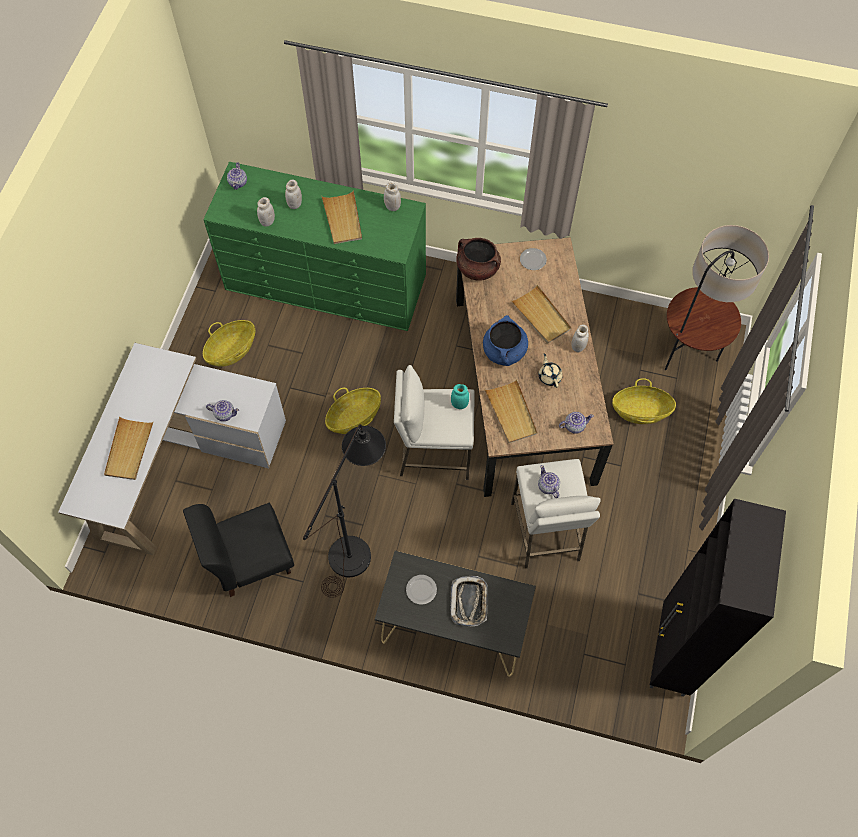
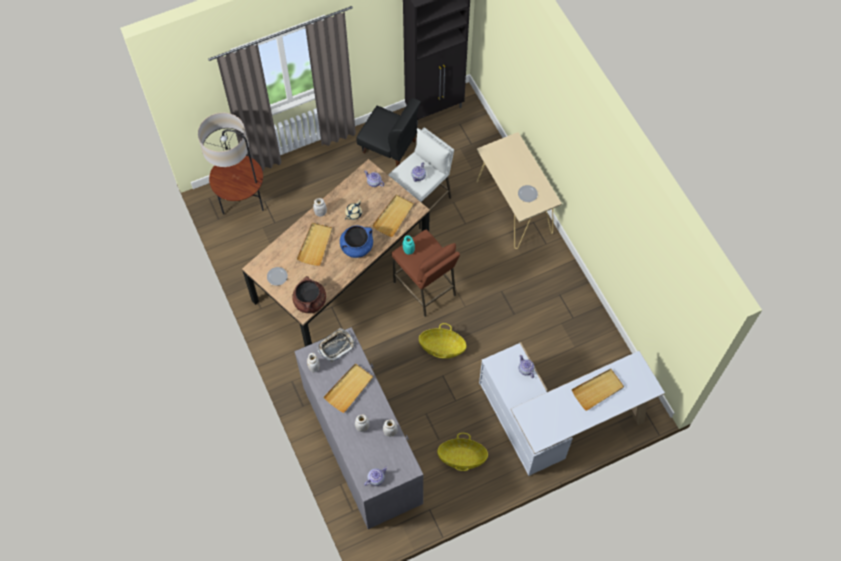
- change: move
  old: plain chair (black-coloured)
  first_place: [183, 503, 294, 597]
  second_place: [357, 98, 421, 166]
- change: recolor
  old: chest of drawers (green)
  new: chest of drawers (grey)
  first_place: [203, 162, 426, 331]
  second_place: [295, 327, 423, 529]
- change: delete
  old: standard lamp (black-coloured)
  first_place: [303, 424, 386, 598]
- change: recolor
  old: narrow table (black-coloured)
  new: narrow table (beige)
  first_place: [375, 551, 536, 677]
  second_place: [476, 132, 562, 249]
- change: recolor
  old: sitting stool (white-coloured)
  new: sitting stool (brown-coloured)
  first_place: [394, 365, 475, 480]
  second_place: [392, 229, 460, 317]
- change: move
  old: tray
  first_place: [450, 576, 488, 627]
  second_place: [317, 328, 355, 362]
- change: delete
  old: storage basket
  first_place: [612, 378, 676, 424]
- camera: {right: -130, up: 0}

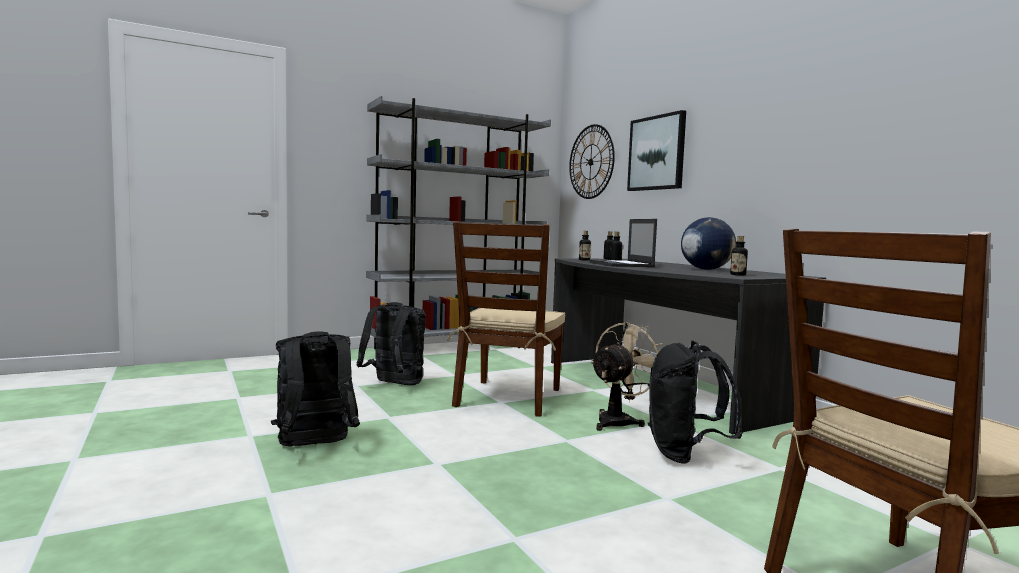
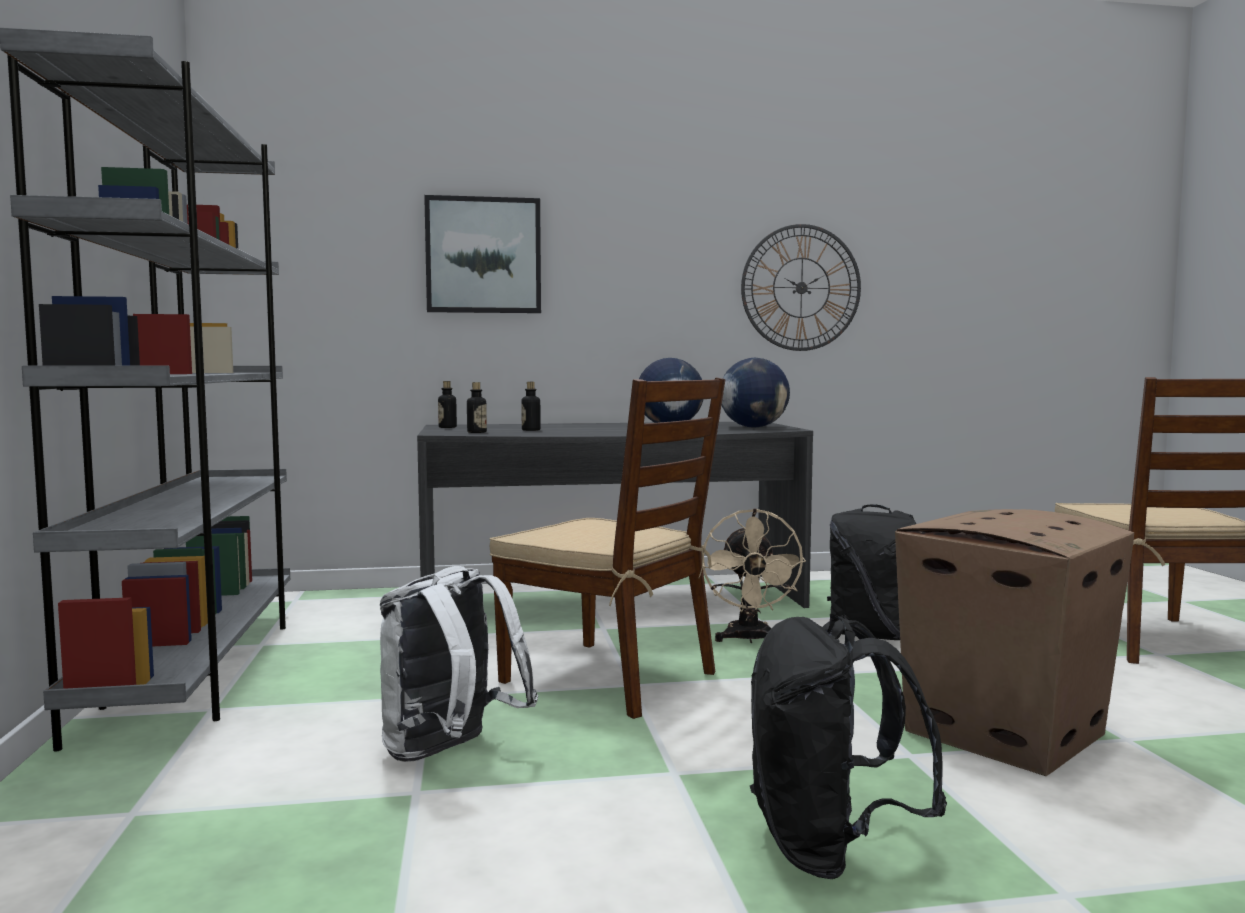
- change: recolor
  old: backpack (black-coloured)
  new: backpack (white-coloured)
  first_place: [357, 302, 426, 385]
  second_place: [380, 566, 539, 762]
- change: move
  old: hanging clock
  first_place: [569, 124, 615, 199]
  second_place: [741, 224, 861, 351]
- change: delete
  old: portable computer
  first_place: [589, 219, 657, 267]
- change: rotate
  old: electric fan (beige)
  first_place: [590, 322, 663, 431]
  second_place: [703, 509, 806, 643]
  degrees: -150
- change: replace
  old: bottle
  new: desk globe
  first_place: [730, 236, 748, 275]
  second_place: [722, 358, 790, 428]
- change: insert
  new: carton
  second_place: [895, 509, 1134, 776]
- camera: {right: -70, up: 0}

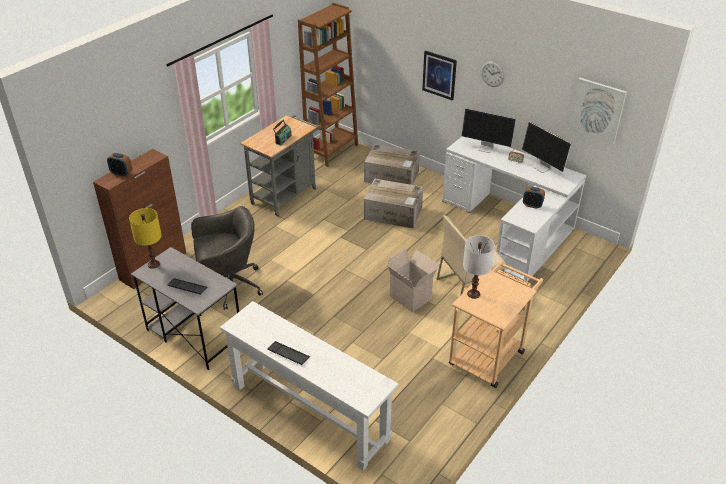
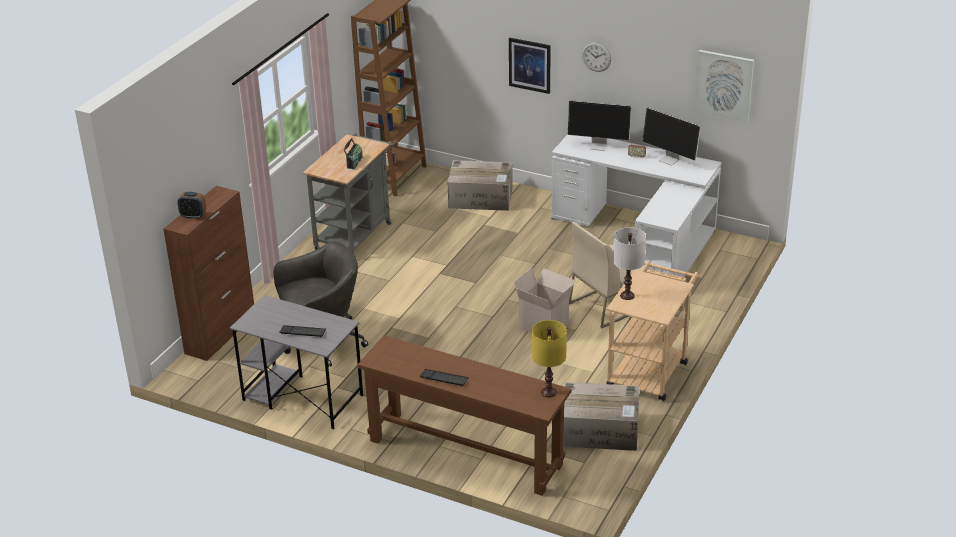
- change: move
  old: lamp for a table (yellow)
  first_place: [129, 208, 162, 269]
  second_place: [532, 320, 567, 398]
- change: recolor
  old: narrow table (white-coloured)
  new: narrow table (brown-coloured)
  first_place: [220, 301, 399, 471]
  second_place: [358, 335, 571, 496]
- change: move
  old: carton
  first_place: [364, 179, 423, 228]
  second_place: [563, 382, 639, 451]
- change: delete
  old: alarm clock
  first_place: [523, 187, 545, 209]
- camera: {right: -10, up: -5}

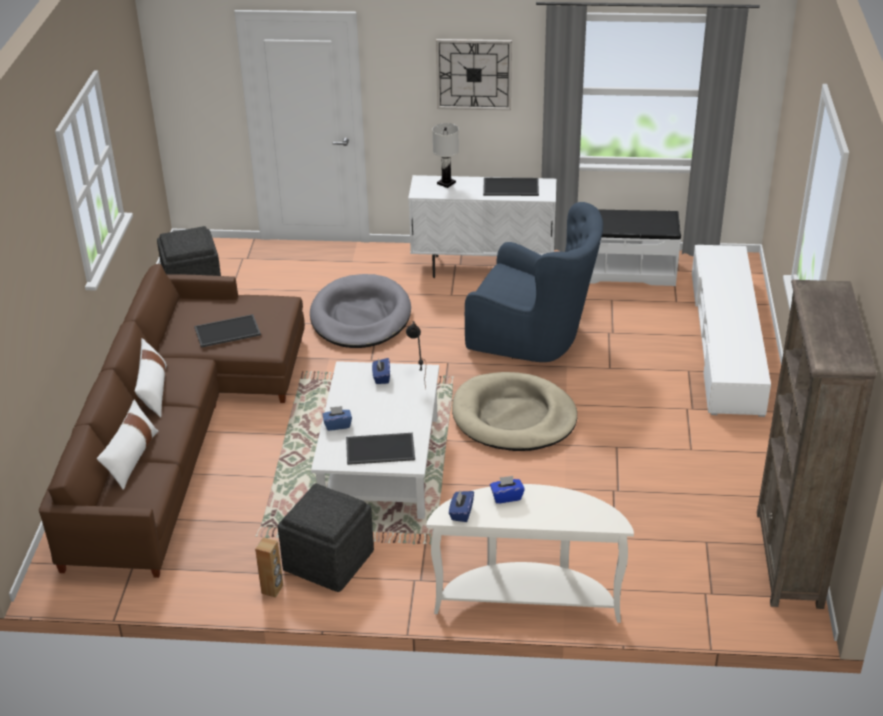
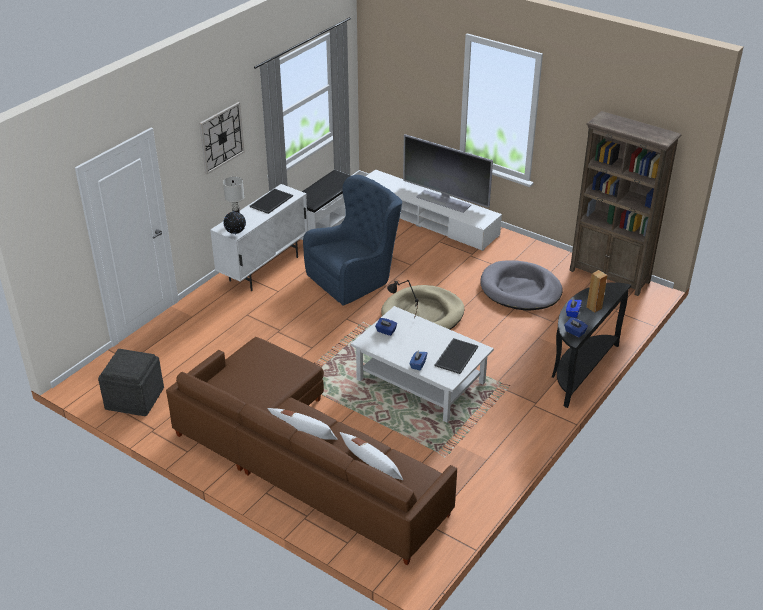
- change: delete
  old: tray
  first_place: [194, 314, 261, 348]
- change: move
  old: audio speaker (brown-coloured)
  first_place: [255, 538, 283, 598]
  second_place: [586, 270, 607, 312]
- change: delete
  old: ottoman (grey)
  first_place: [278, 483, 374, 592]
- change: move
  old: pet bed (grey)
  first_place: [310, 274, 411, 348]
  second_place: [480, 261, 563, 311]
- change: recolor
  old: narrow table (white-coloured)
  new: narrow table (black-coloured)
  first_place: [426, 484, 634, 623]
  second_place: [552, 282, 631, 408]
- change: insert
  new: desk globe
  second_place: [223, 212, 246, 235]
- change: insert
  new: TV
  second_place: [403, 134, 493, 213]
- camera: {right: -60, up: 0}

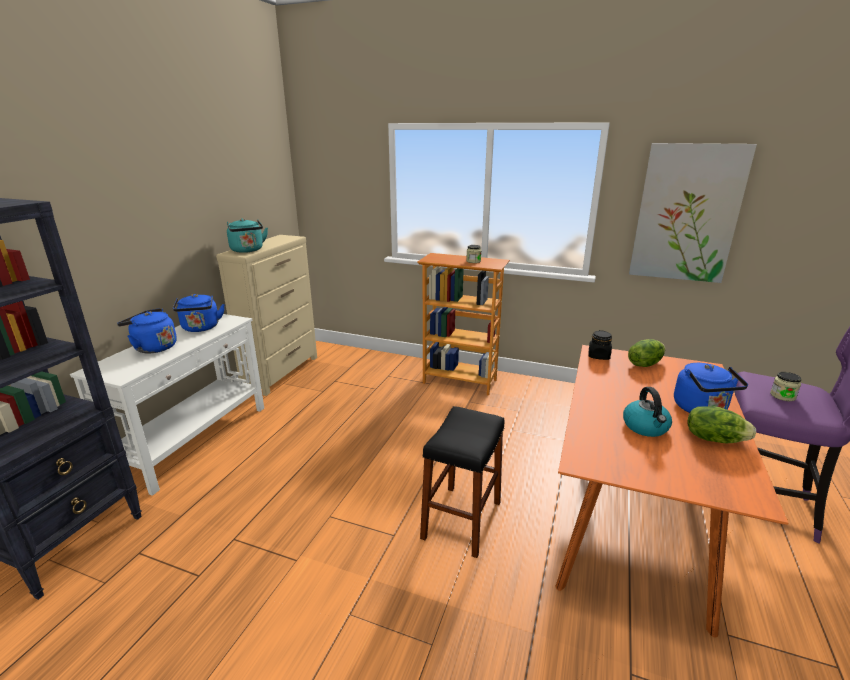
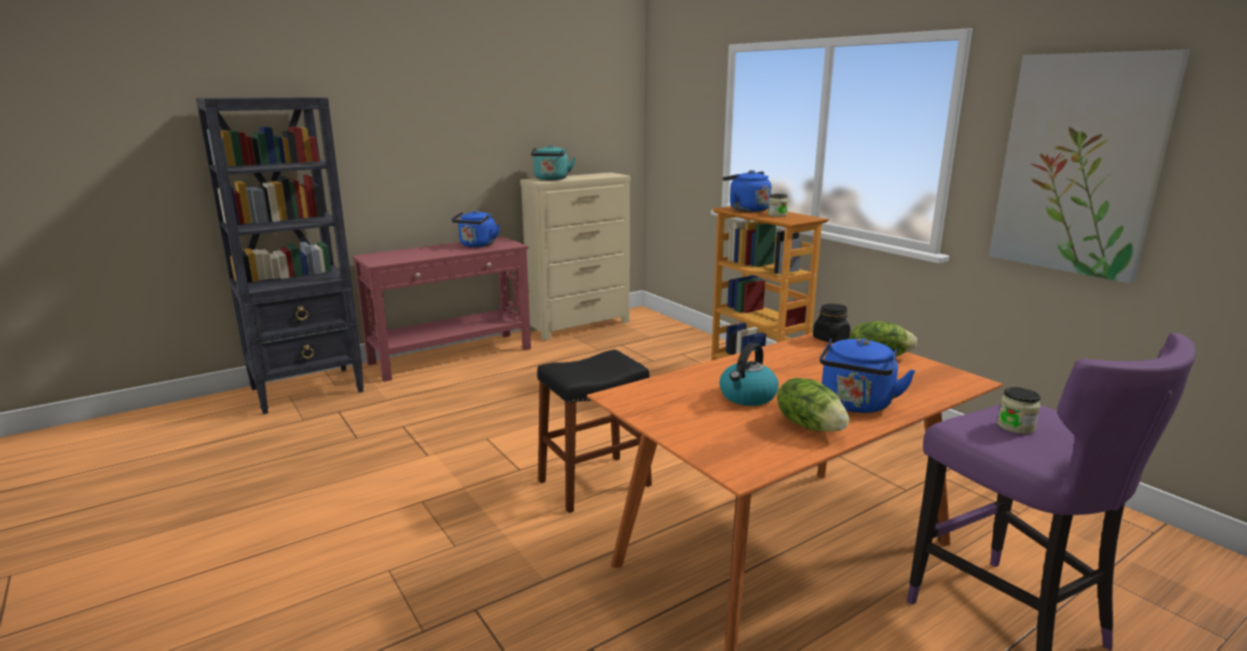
- change: recolor
  old: narrow table (white-coloured)
  new: narrow table (red-coloured)
  first_place: [70, 314, 264, 496]
  second_place: [352, 237, 531, 382]
- change: move
  old: water kettle (bluish)
  first_place: [117, 308, 177, 354]
  second_place: [723, 170, 772, 212]
- camera: {right: 35, up: -5}

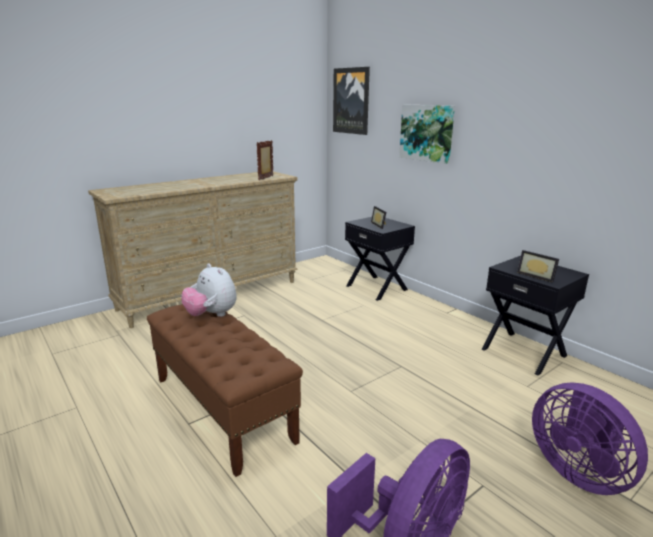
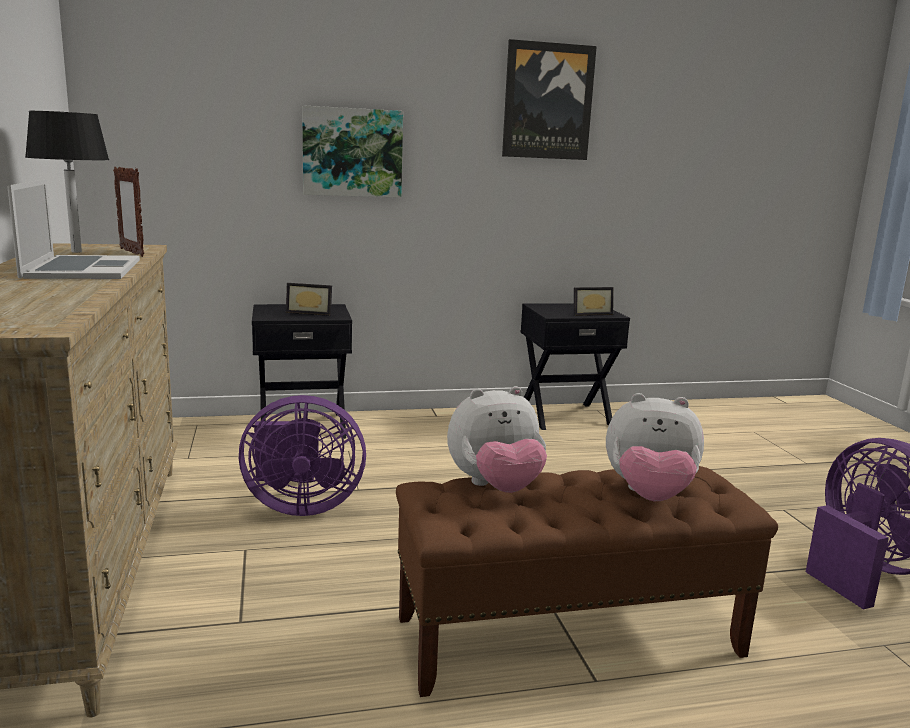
- change: move
  old: wall picture
  first_place: [333, 67, 370, 135]
  second_place: [502, 39, 597, 160]
- change: move
  old: electric fan (purple)
  first_place: [532, 382, 648, 495]
  second_place: [239, 395, 366, 516]
- change: insert
  new: portable computer
  second_place: [7, 179, 140, 279]
- change: insert
  new: lamp for a table (black-coloured)
  second_place: [25, 111, 109, 253]
- change: insert
  new: plush toy
  second_place: [606, 393, 704, 501]
- camera: {right: -65, up: -5}

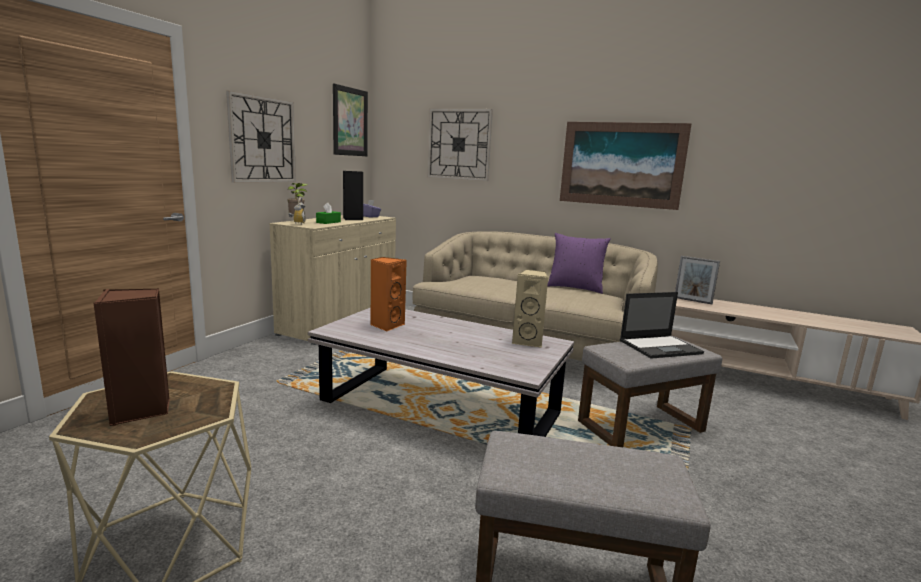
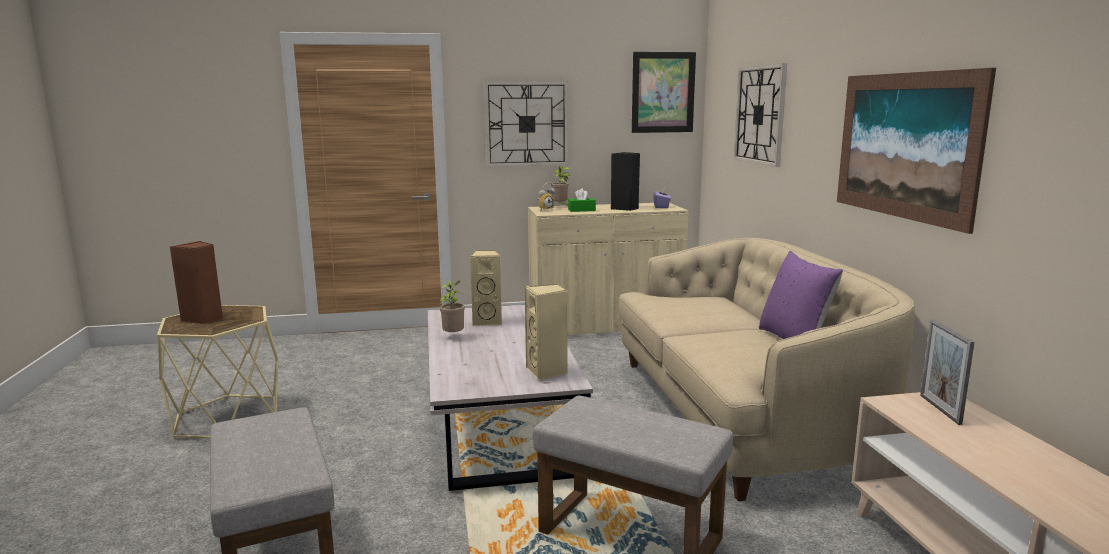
- change: recolor
  old: audio speaker (orange-coloured)
  new: audio speaker (beige)
  first_place: [370, 257, 407, 332]
  second_place: [470, 250, 502, 326]
- change: delete
  old: portable computer
  first_place: [620, 292, 704, 359]
- change: insert
  new: potted plant
  second_place: [439, 280, 465, 332]
- camera: {right: 55, up: 0}

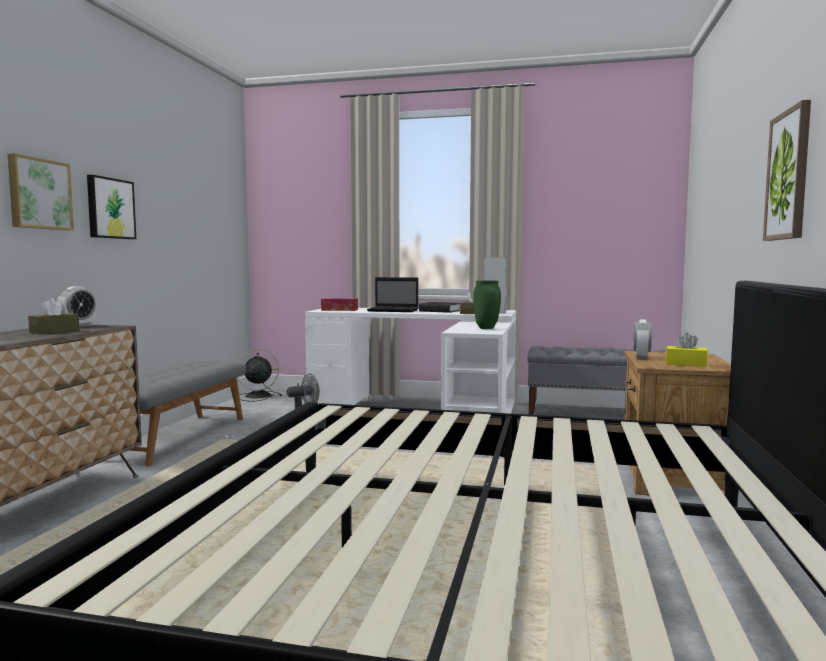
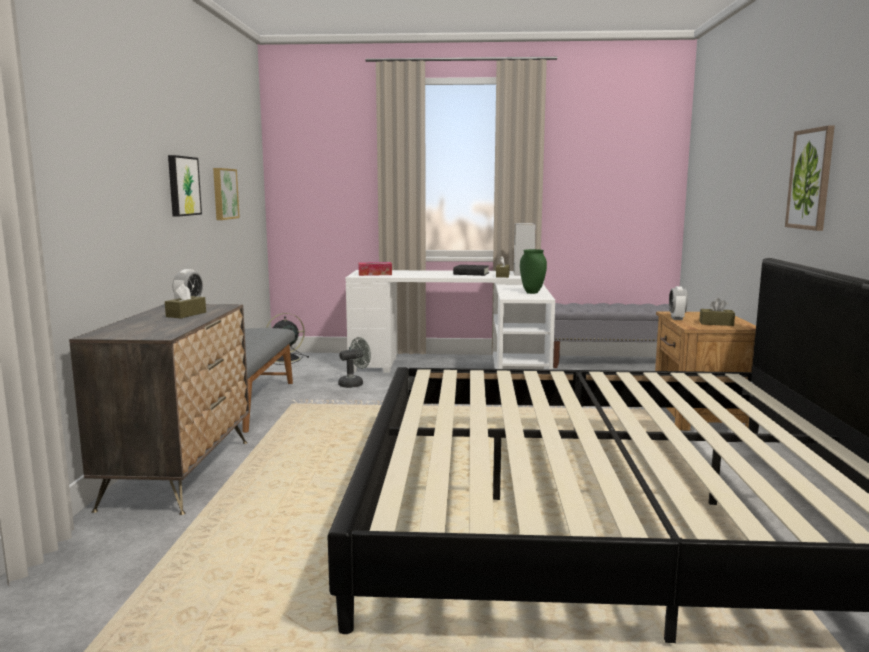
- change: move
  old: wall picture
  first_place: [7, 153, 74, 230]
  second_place: [213, 168, 240, 220]
- change: delete
  old: portable computer
  first_place: [367, 277, 418, 312]
- change: recolor
  old: tissue box (yellow)
  new: tissue box (brown-coloured)
  first_place: [666, 333, 708, 367]
  second_place: [700, 298, 735, 326]
- camera: {right: -10, up: 5}

